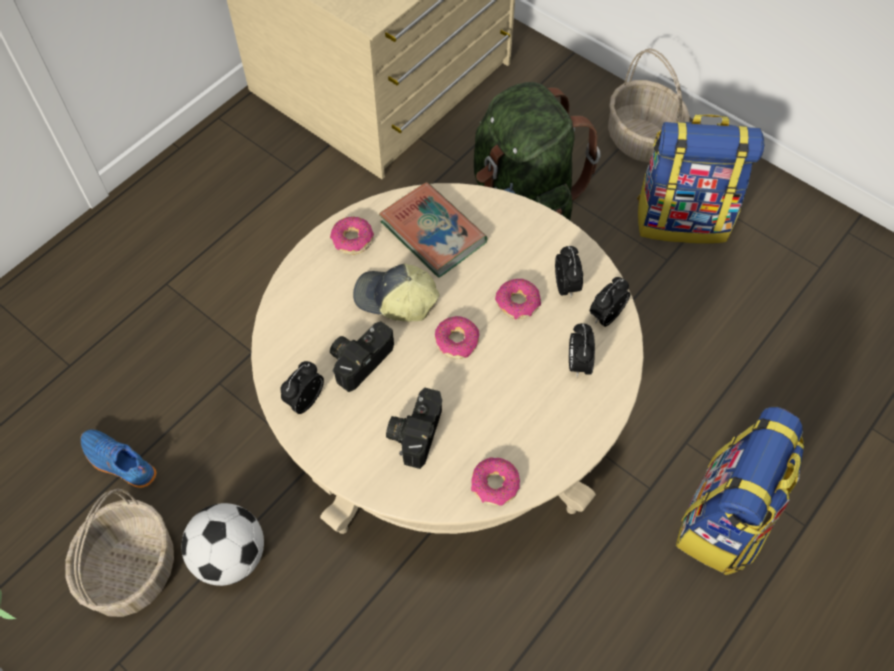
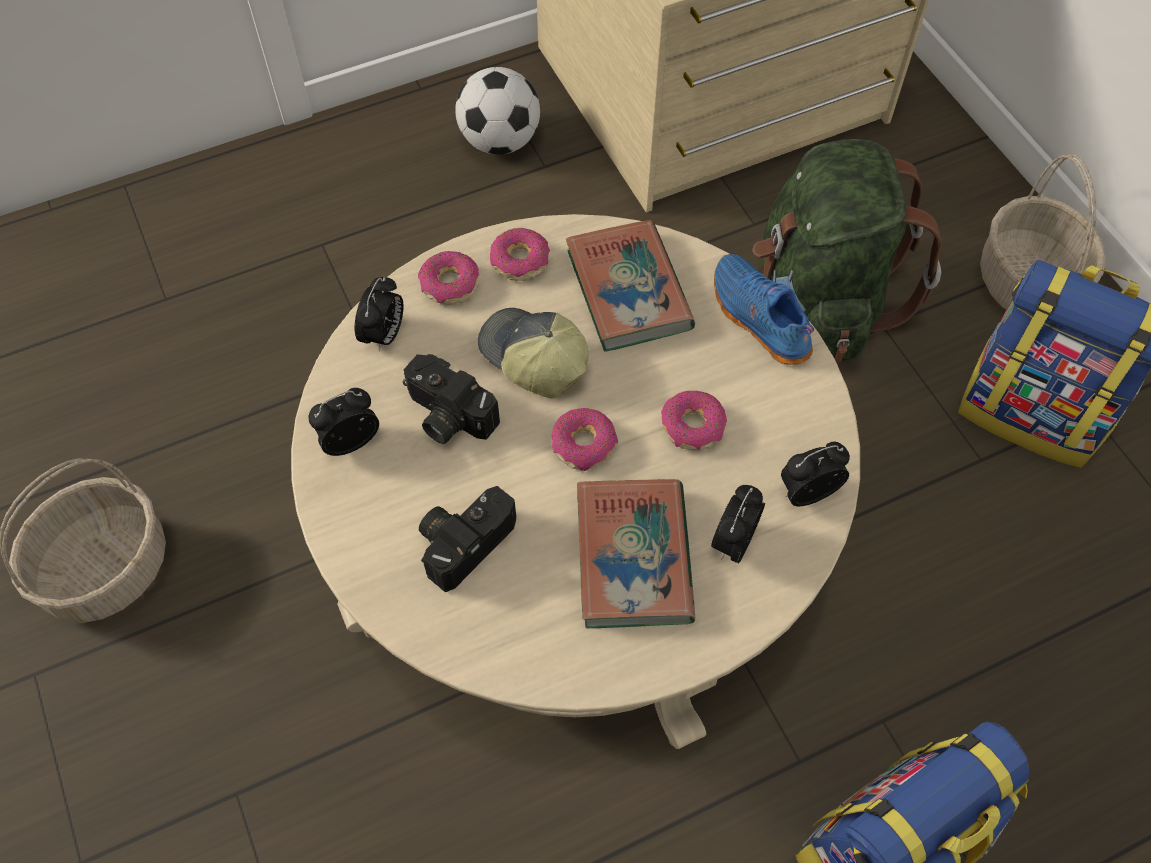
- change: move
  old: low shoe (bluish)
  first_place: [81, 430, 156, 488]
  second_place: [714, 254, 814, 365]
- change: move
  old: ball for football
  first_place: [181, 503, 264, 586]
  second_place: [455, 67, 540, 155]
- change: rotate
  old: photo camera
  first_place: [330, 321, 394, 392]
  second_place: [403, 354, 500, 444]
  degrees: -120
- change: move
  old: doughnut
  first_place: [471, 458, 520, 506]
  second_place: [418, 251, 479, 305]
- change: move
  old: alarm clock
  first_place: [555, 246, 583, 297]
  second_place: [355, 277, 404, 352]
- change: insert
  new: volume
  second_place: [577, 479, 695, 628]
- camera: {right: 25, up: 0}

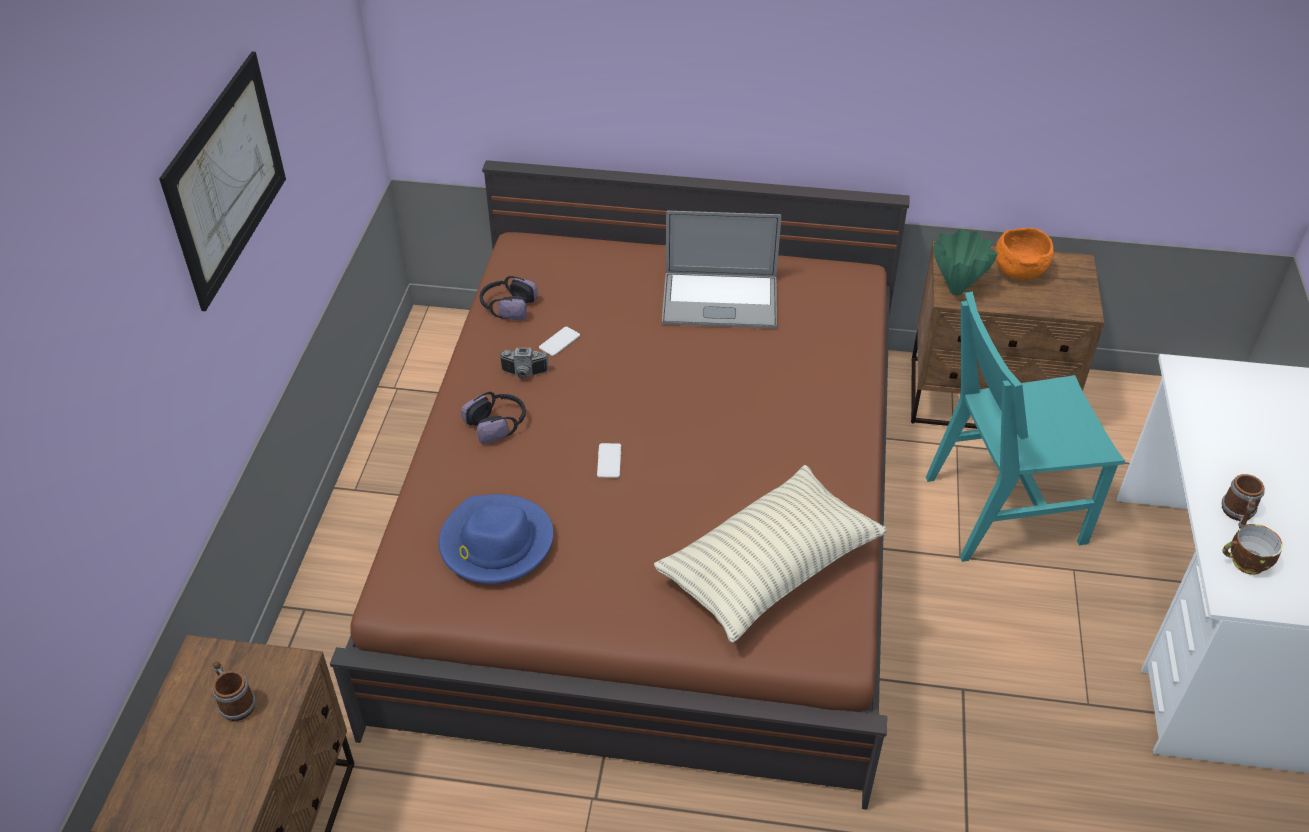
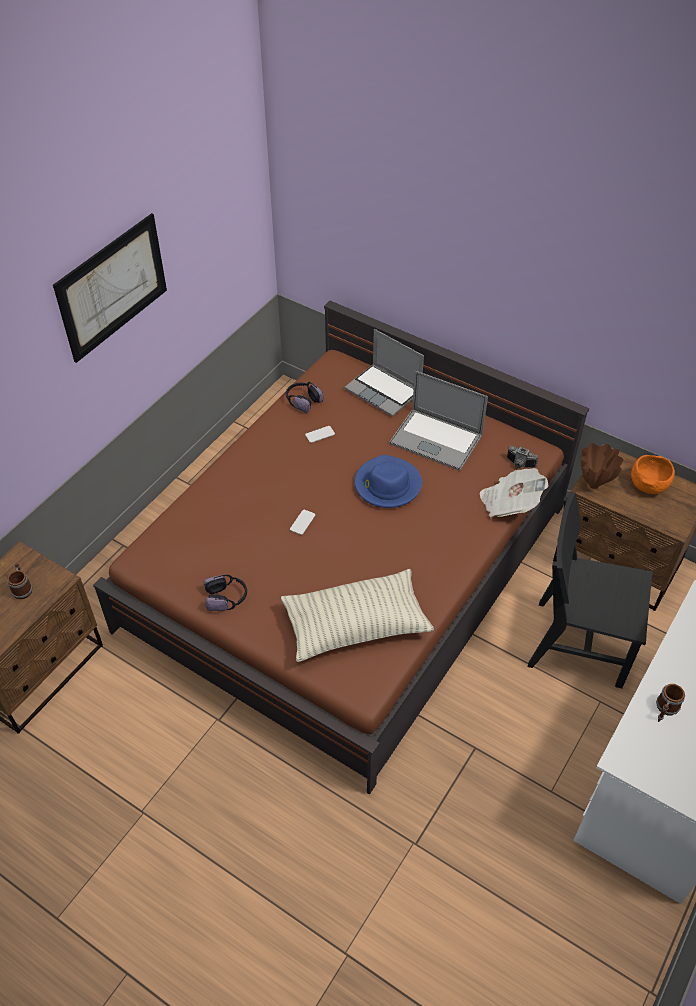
- change: move
  old: wearable hat (bluish)
  first_place: [438, 494, 553, 584]
  second_place: [354, 455, 422, 508]
- change: move
  old: pair of headphones
  first_place: [461, 392, 526, 444]
  second_place: [204, 575, 247, 611]
- change: move
  old: photo camera
  first_place: [499, 347, 549, 379]
  second_place: [507, 446, 539, 468]
- change: recolor
  old: plain chair (turquoise-coloured)
  new: plain chair (black-coloured)
  first_place: [926, 291, 1125, 562]
  second_place: [528, 492, 653, 688]
- change: recolor
  old: flower vase (green)
  new: flower vase (brown-coloured)
  first_place: [934, 229, 998, 295]
  second_place: [581, 443, 623, 489]
- change: delete
  old: small cup
  first_place: [1223, 524, 1283, 575]
- change: insert
  new: portable computer
  second_place: [344, 329, 424, 417]
- change: insert
  new: newspaper
  second_place: [479, 468, 548, 517]
- camera: {right: 25, up: 5}

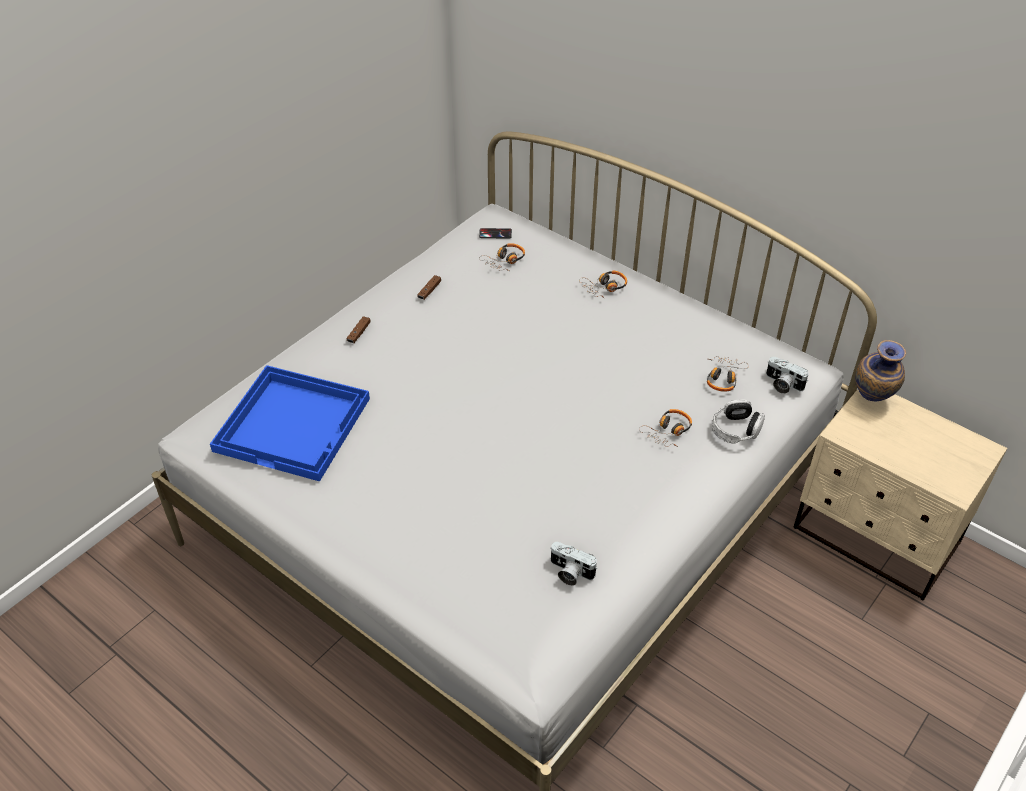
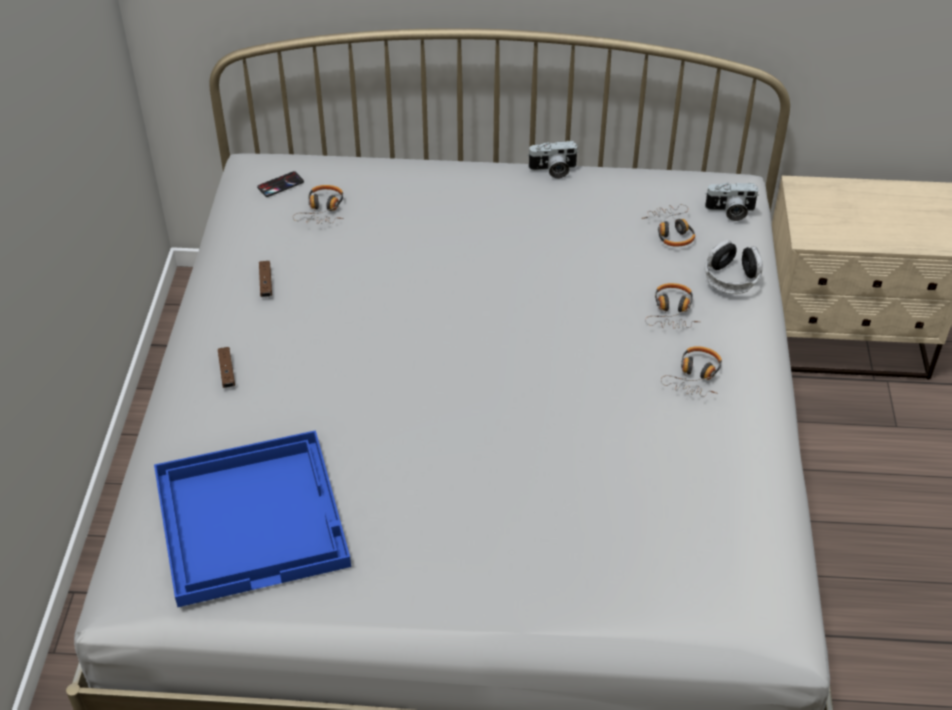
- change: move
  old: photo camera
  first_place: [550, 542, 597, 586]
  second_place: [527, 141, 579, 179]
- change: move
  old: pair of headphones
  first_place: [579, 271, 627, 299]
  second_place: [661, 346, 722, 397]
- change: delete
  old: flower vase
  first_place: [855, 340, 906, 401]
- camera: {right: -35, up: 0}

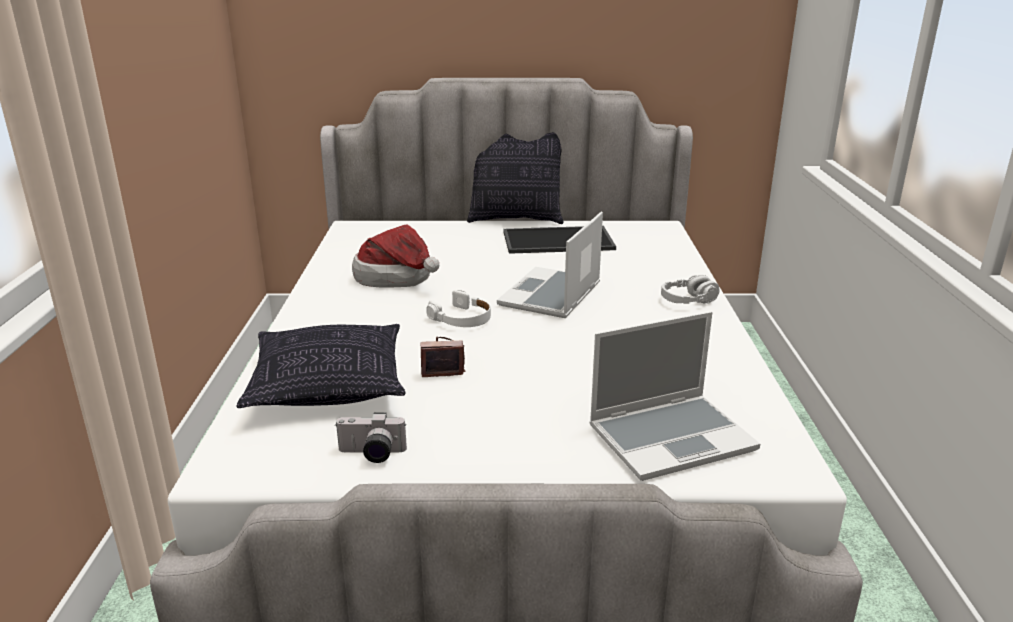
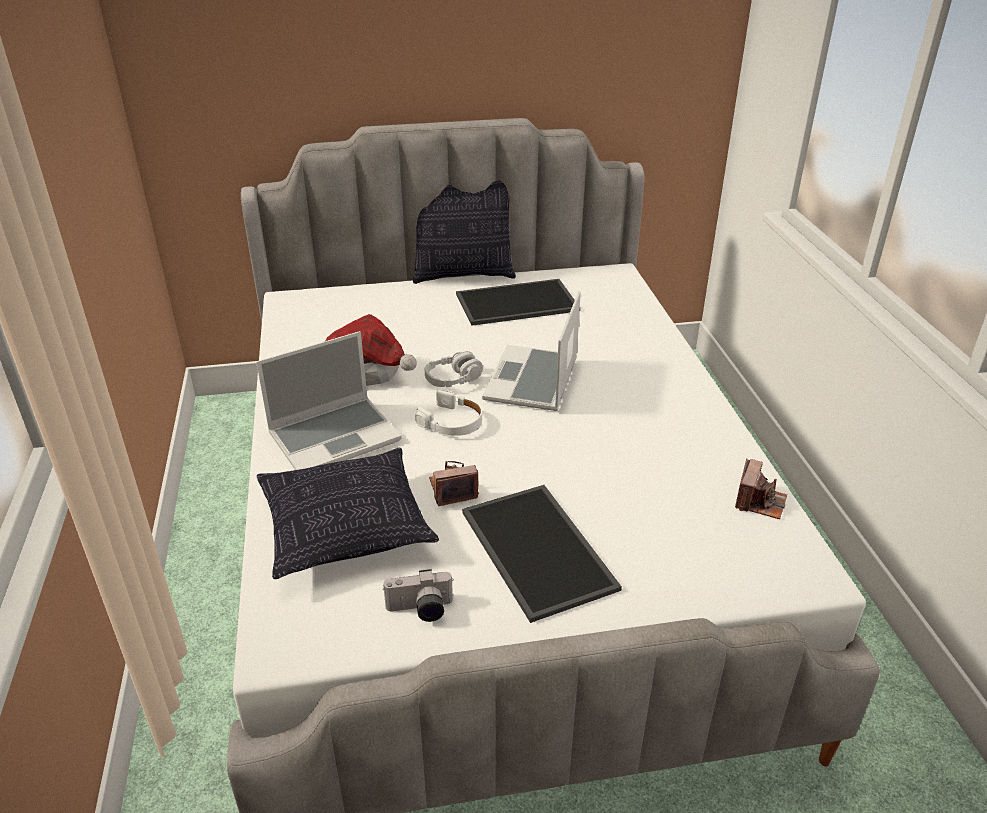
- change: move
  old: portable computer
  first_place: [589, 312, 760, 481]
  second_place: [256, 331, 402, 470]
- change: move
  old: pair of headphones (grey)
  first_place: [661, 275, 720, 304]
  second_place: [425, 351, 483, 387]
- change: insert
  new: tray
  second_place: [462, 485, 622, 623]
- change: insert
  new: photo camera
  second_place: [735, 458, 787, 519]
- camera: {right: -10, up: 10}

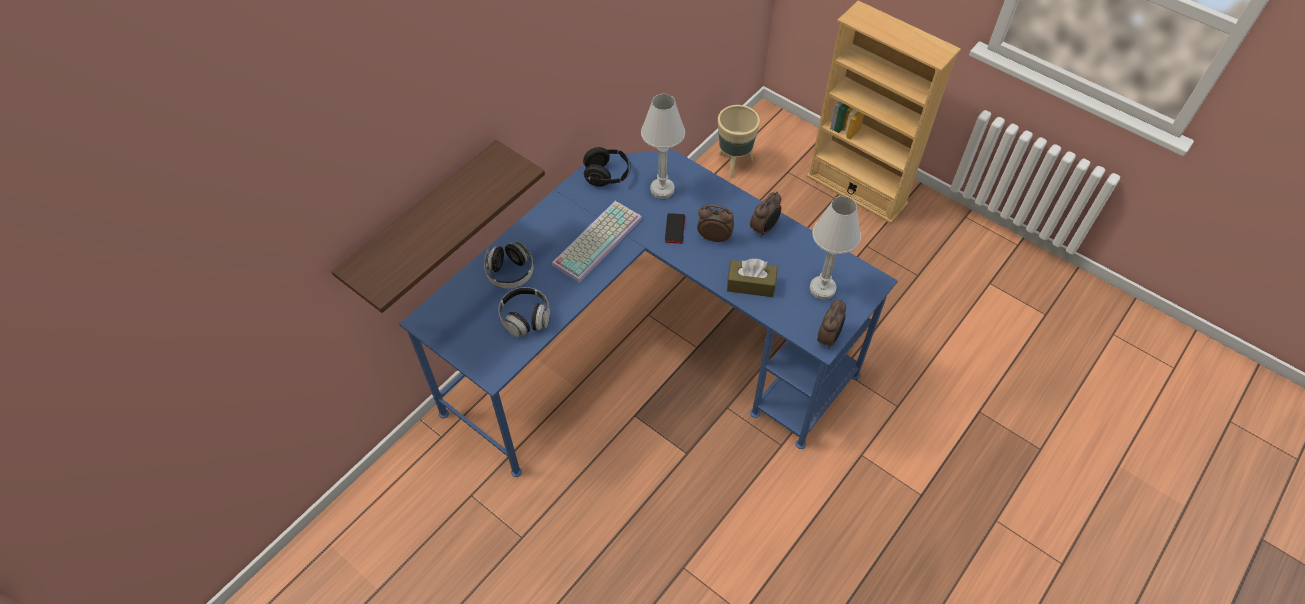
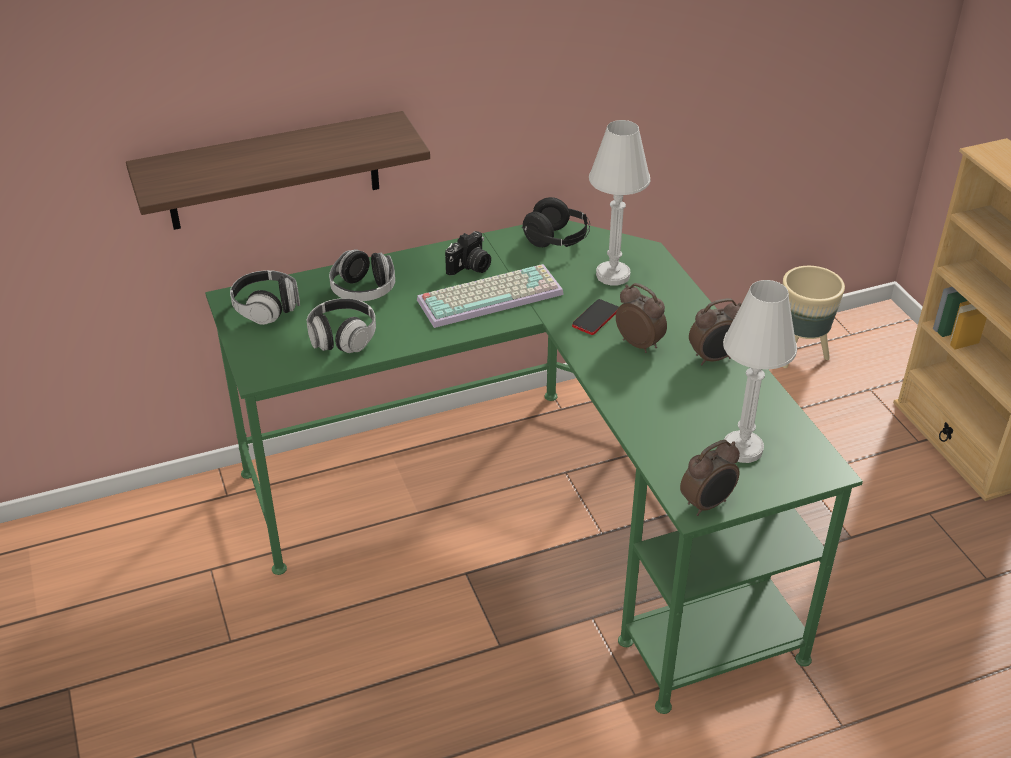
- change: recolor
  old: desk table (bluish)
  new: desk table (green)
  first_place: [399, 150, 898, 477]
  second_place: [205, 221, 863, 714]
- change: delete
  old: tissue box (brown-coloured)
  first_place: [727, 259, 777, 297]
- change: insert
  new: pair of headphones
  second_place: [230, 270, 300, 325]
- change: insert
  new: photo camera
  second_place: [445, 231, 491, 276]
- camera: {right: 30, up: -15}

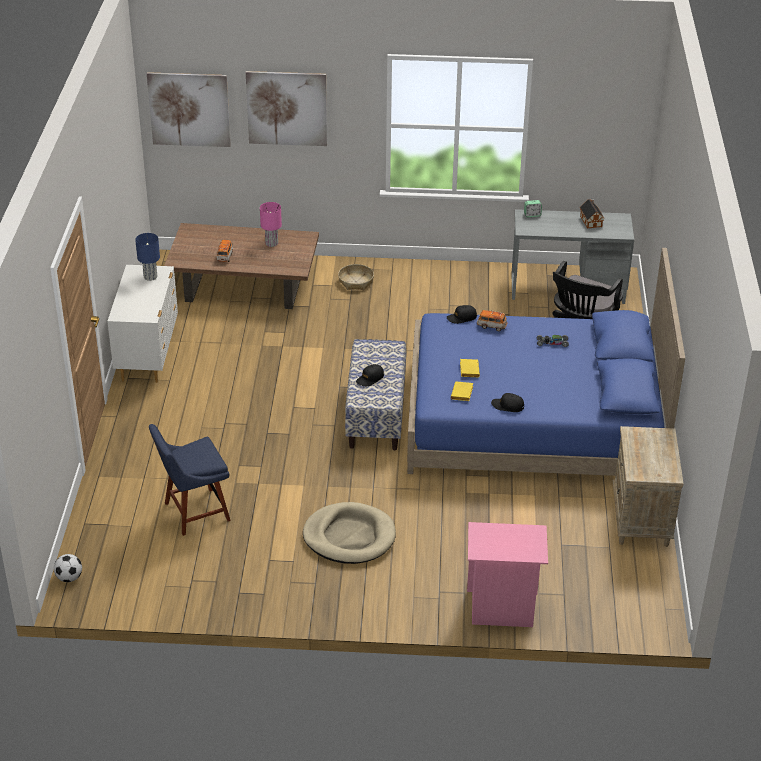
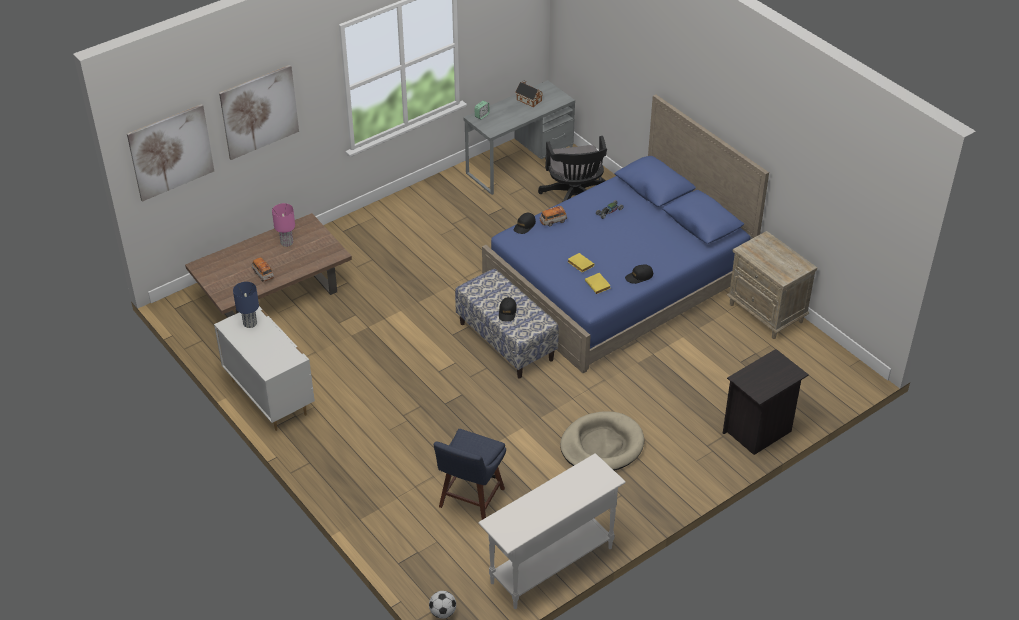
- change: delete
  old: storage basket
  first_place: [338, 264, 374, 290]
- change: recolor
  old: nightstand (pink-coloured)
  new: nightstand (black-coloured)
  first_place: [467, 522, 548, 627]
  second_place: [723, 349, 809, 455]
- change: insert
  new: narrow table (white-coloured)
  second_place: [478, 453, 626, 609]
- camera: {right: -40, up: 5}

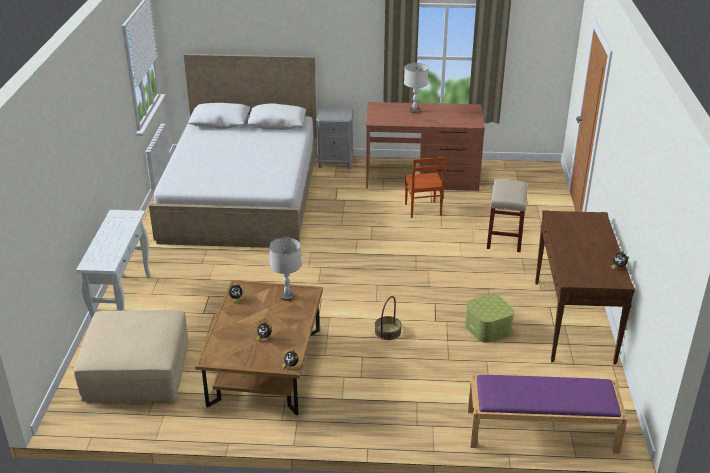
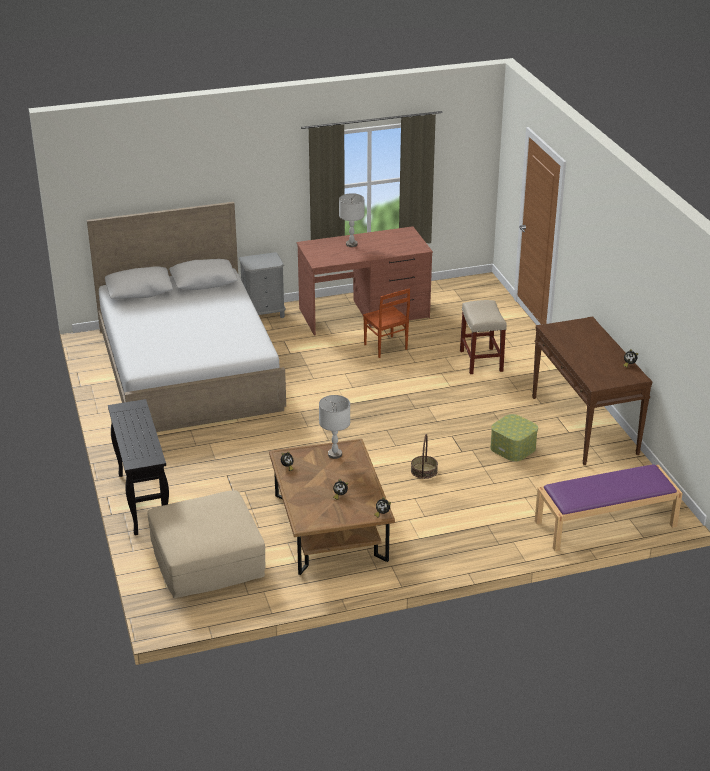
- change: recolor
  old: narrow table (white-coloured)
  new: narrow table (black-coloured)
  first_place: [76, 210, 151, 318]
  second_place: [108, 399, 169, 535]
- camera: {right: -20, up: 0}

